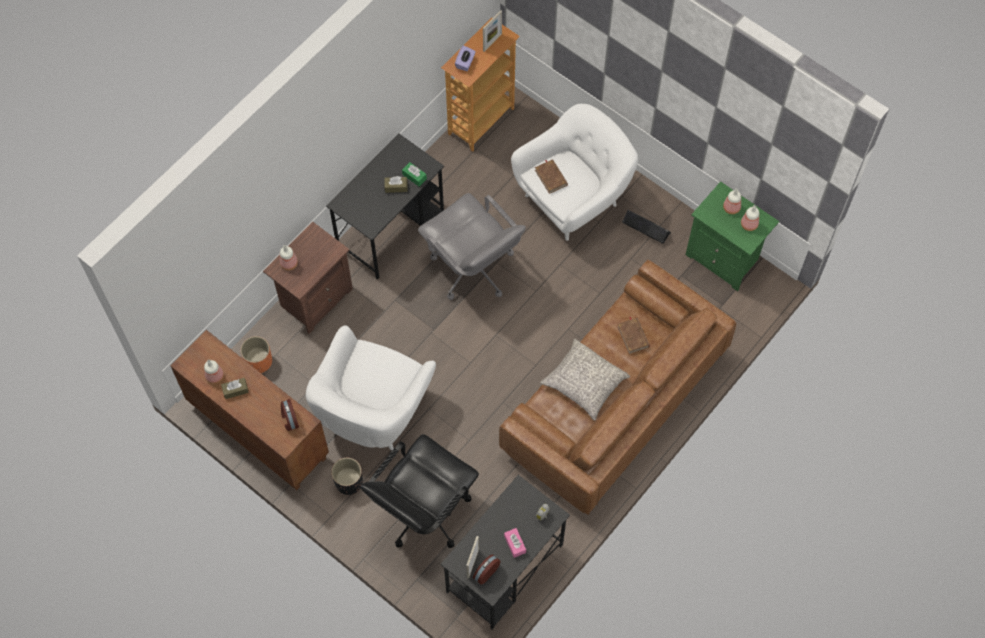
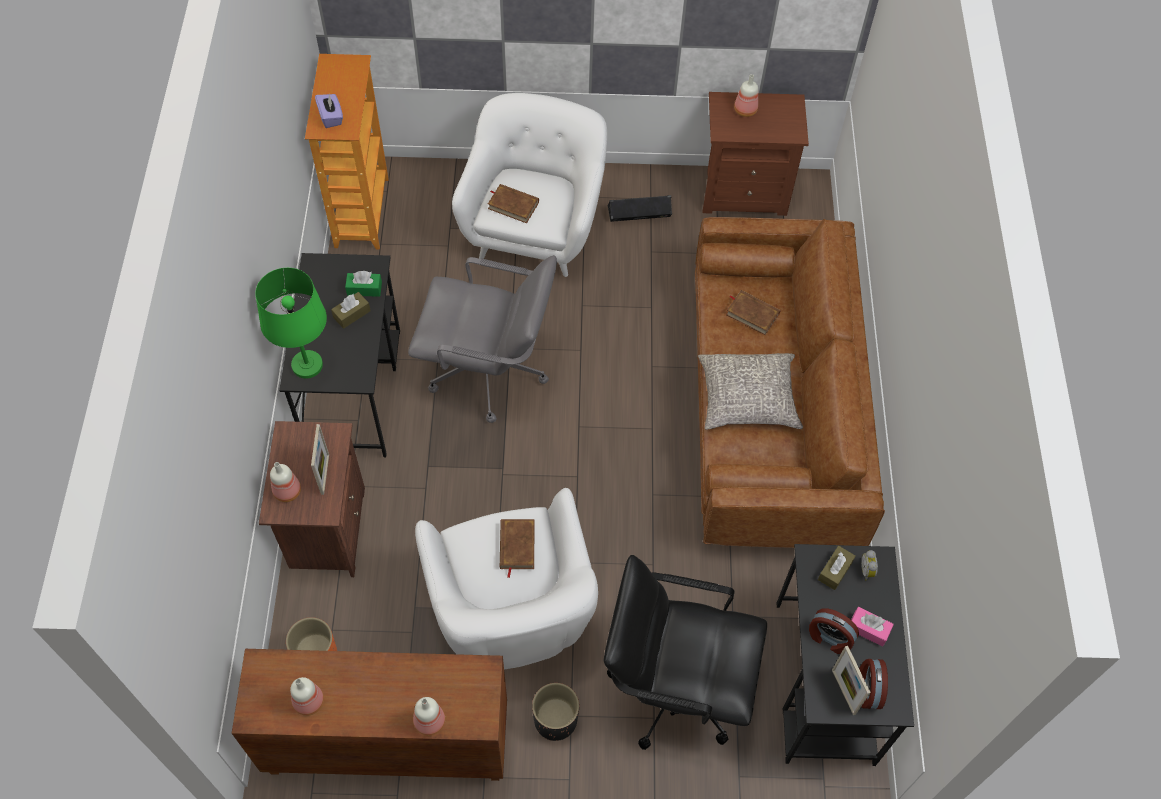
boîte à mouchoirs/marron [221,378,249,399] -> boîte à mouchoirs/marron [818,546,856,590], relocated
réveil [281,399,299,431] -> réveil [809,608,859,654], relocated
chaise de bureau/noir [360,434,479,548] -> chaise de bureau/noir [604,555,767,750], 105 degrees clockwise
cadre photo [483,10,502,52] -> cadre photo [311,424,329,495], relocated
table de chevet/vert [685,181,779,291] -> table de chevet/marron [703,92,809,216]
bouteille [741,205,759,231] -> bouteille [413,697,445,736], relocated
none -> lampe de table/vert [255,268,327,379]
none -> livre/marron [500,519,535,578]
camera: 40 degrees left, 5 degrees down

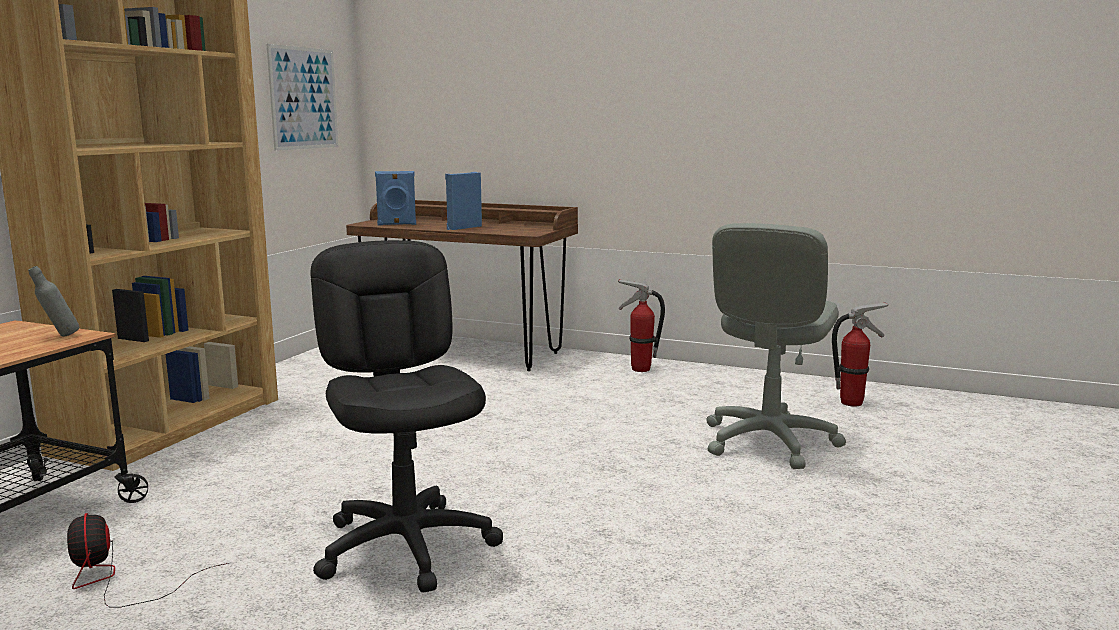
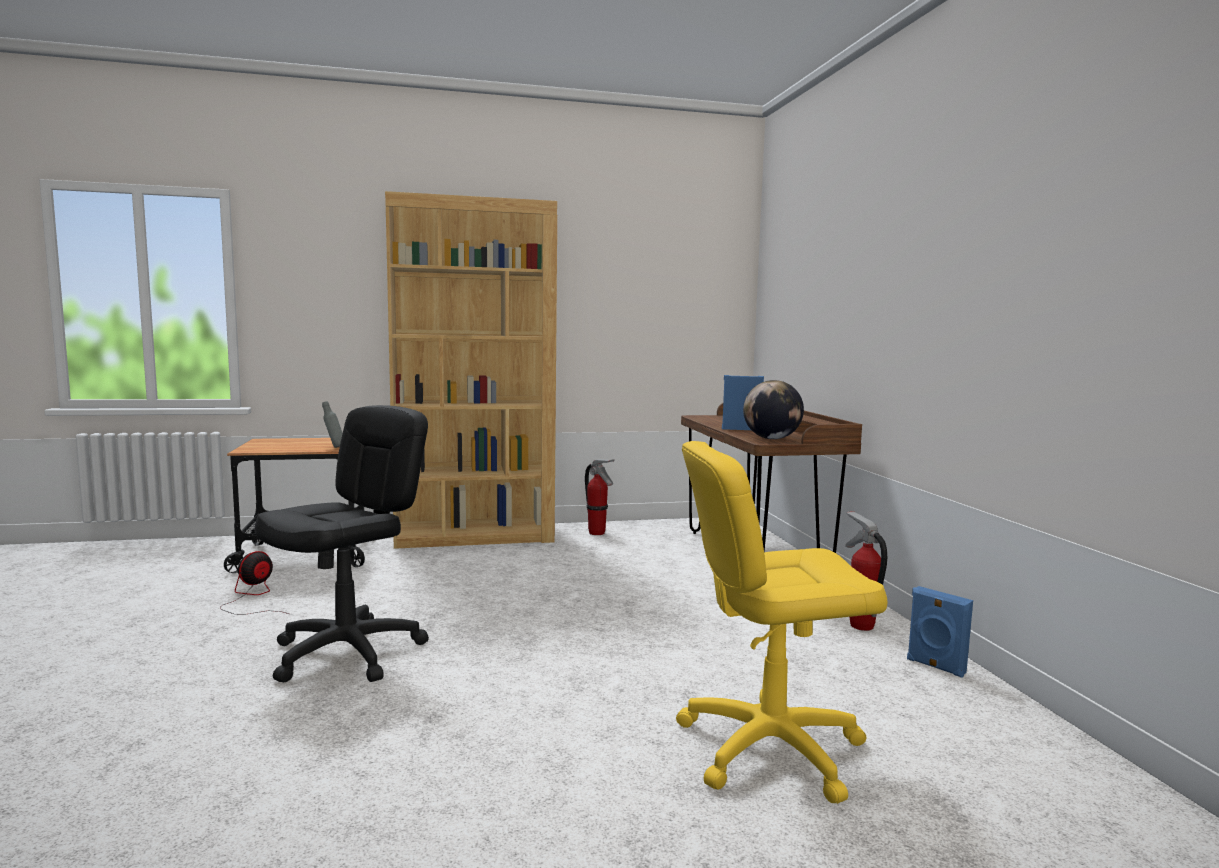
tableau [267,44,338,151] -> none
enceinte/bleu [375,171,416,225] -> enceinte/bleu [907,586,973,678], relocated
chaise de bureau/gris [706,223,846,469] -> chaise de bureau/jaune [676,441,887,804]
extincteur [832,302,889,406] -> extincteur [585,459,615,535], relocated
none -> globe [743,380,804,439]
camera: 55 degrees right, 5 degrees down

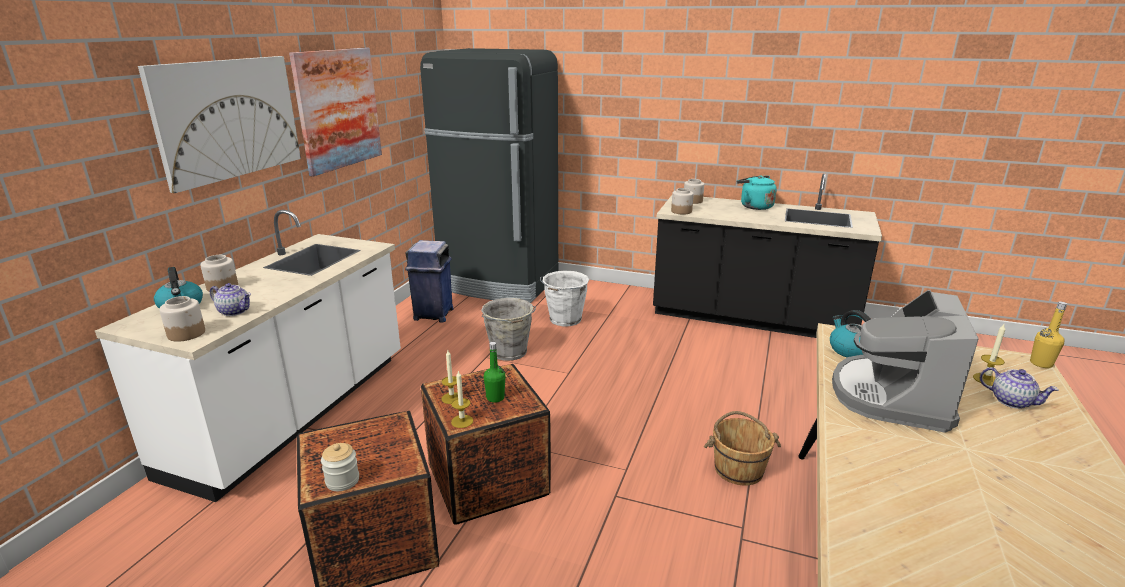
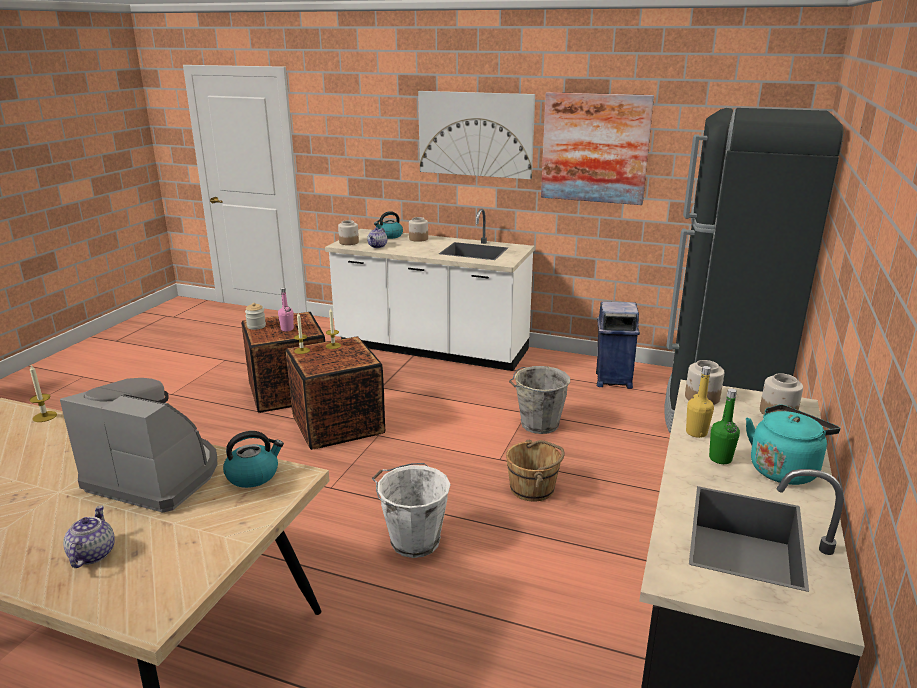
bouteille/vert [483,342,505,403] -> bouteille/vert [709,388,740,464], relocated
seau/blanc [540,271,589,327] -> seau/blanc [372,463,451,558], relocated
seau/marron [704,411,781,485] -> seau/marron [506,440,564,502], relocated
bougie [973,324,1006,386] -> bougie [29,365,57,422], relocated
théière [980,367,1059,409] -> théière [63,505,115,568], 135 degrees clockwise
bouteille/jaune [1030,301,1067,368] -> bouteille/jaune [686,366,714,438], relocated
none -> bouteille/rose [278,288,294,332]
camera: 90 degrees right, 0 degrees up

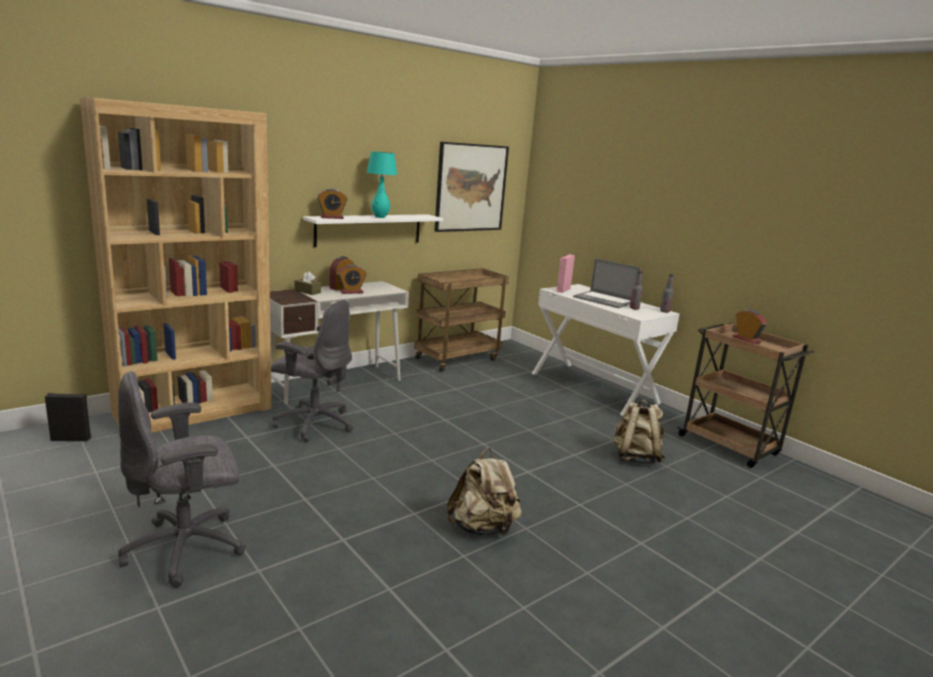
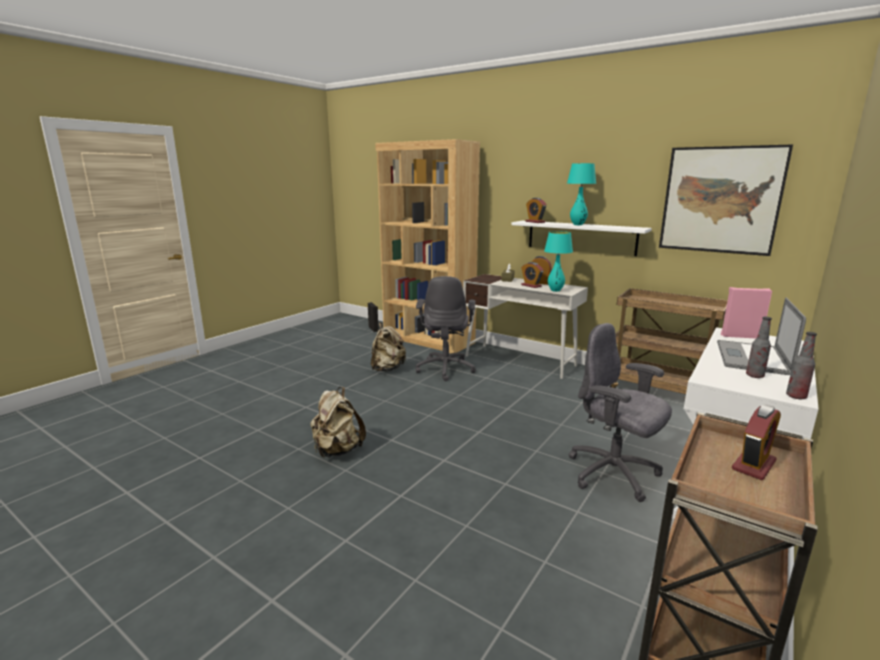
chaise de bureau/gris [118,371,245,588] -> chaise de bureau/gris [569,323,672,502], relocated
sac à dos/beige [614,399,665,464] -> sac à dos/beige [371,322,407,372], relocated
none -> lampe de table/turquoise [544,231,573,292]
camera: 75 degrees right, 0 degrees up

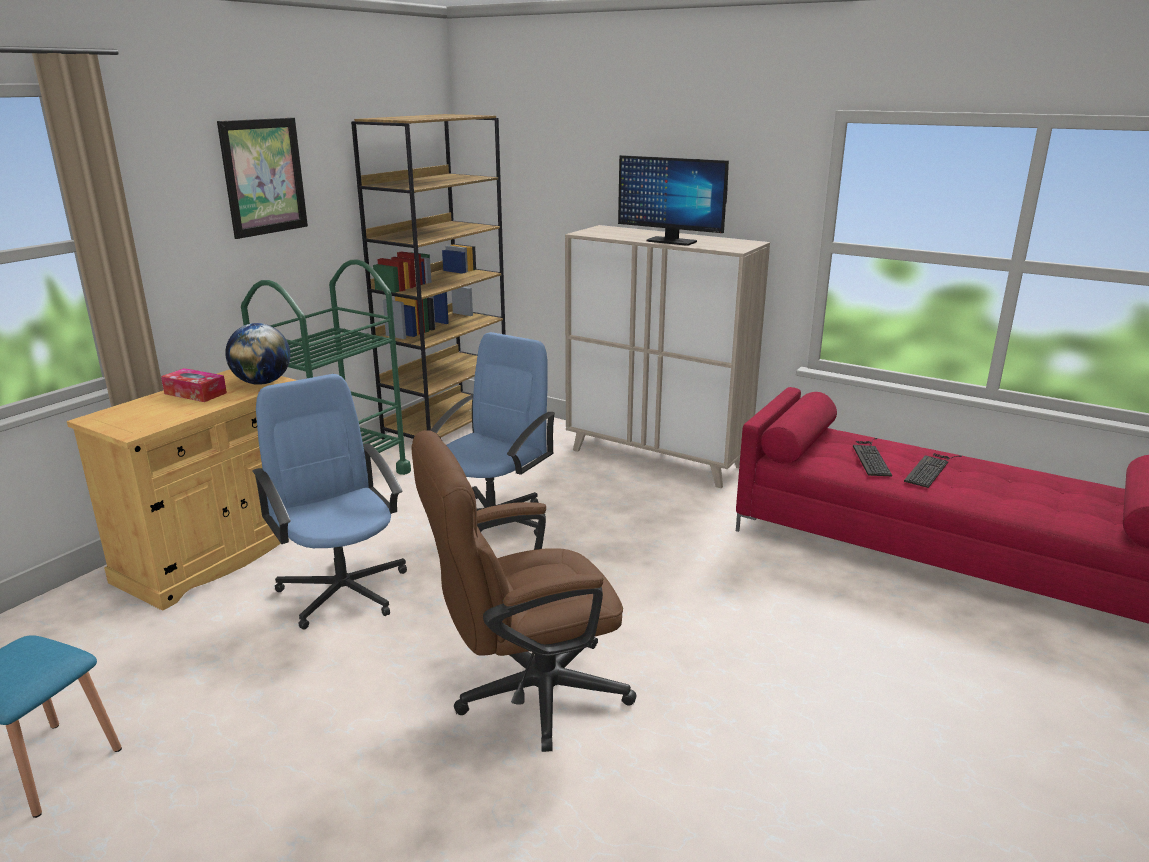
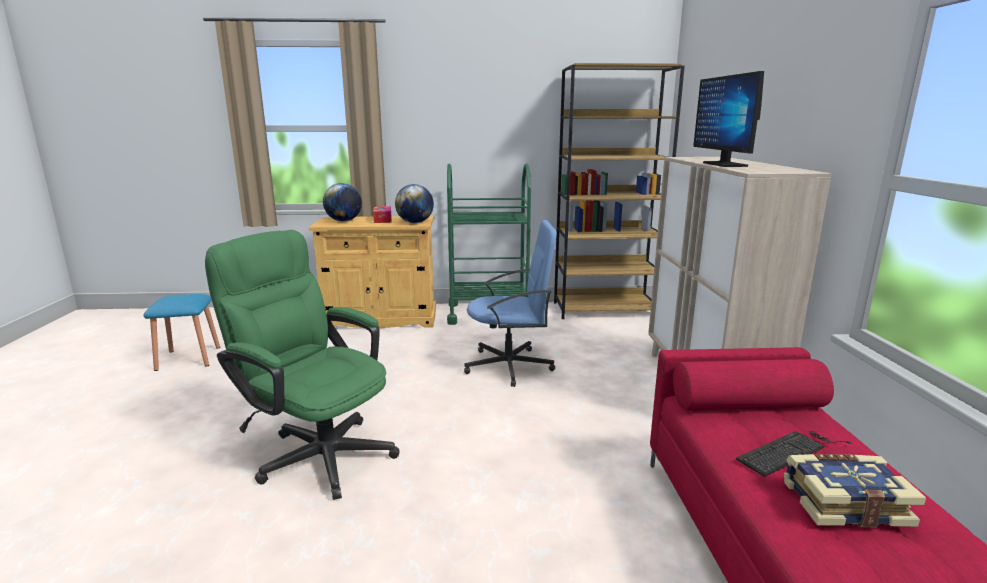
tableau [217,118,308,239] -> none
chaise de bureau/bleu [252,374,407,630] -> none
chaise de bureau/marron [411,430,637,752] -> chaise de bureau/vert [205,230,400,500]
clavier [904,453,962,488] -> livre [784,454,926,527]
none -> globe [323,183,362,221]
camera: 55 degrees right, 5 degrees down

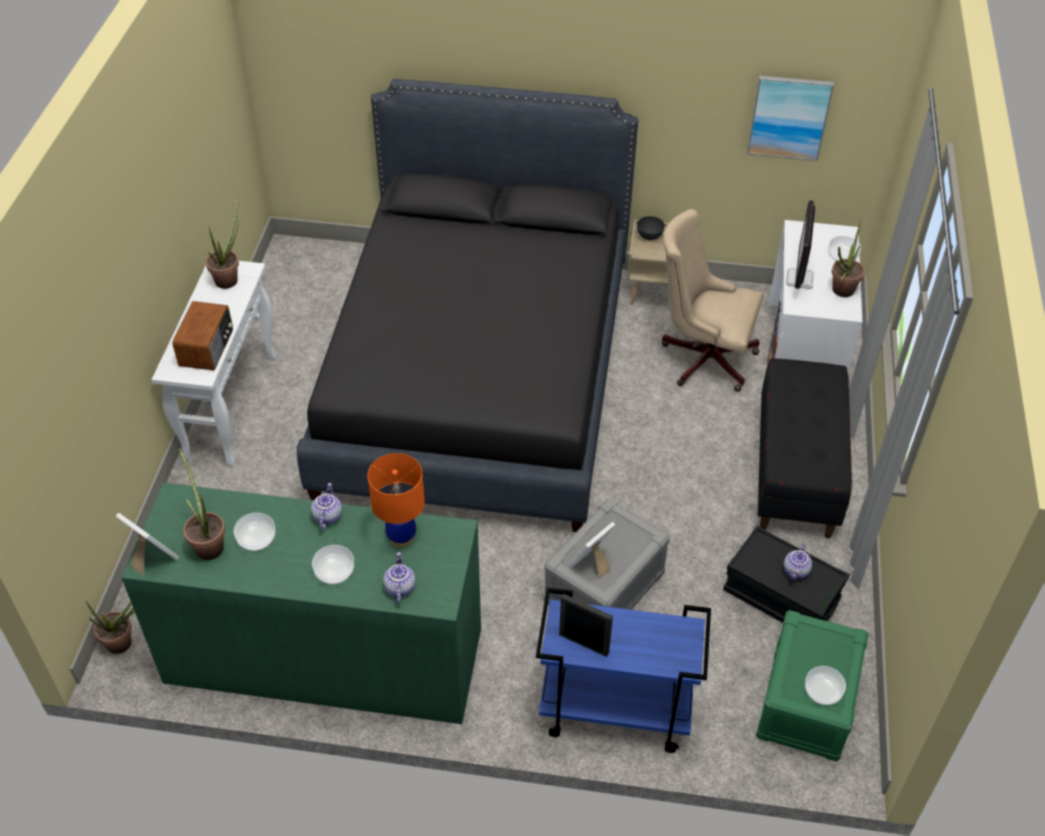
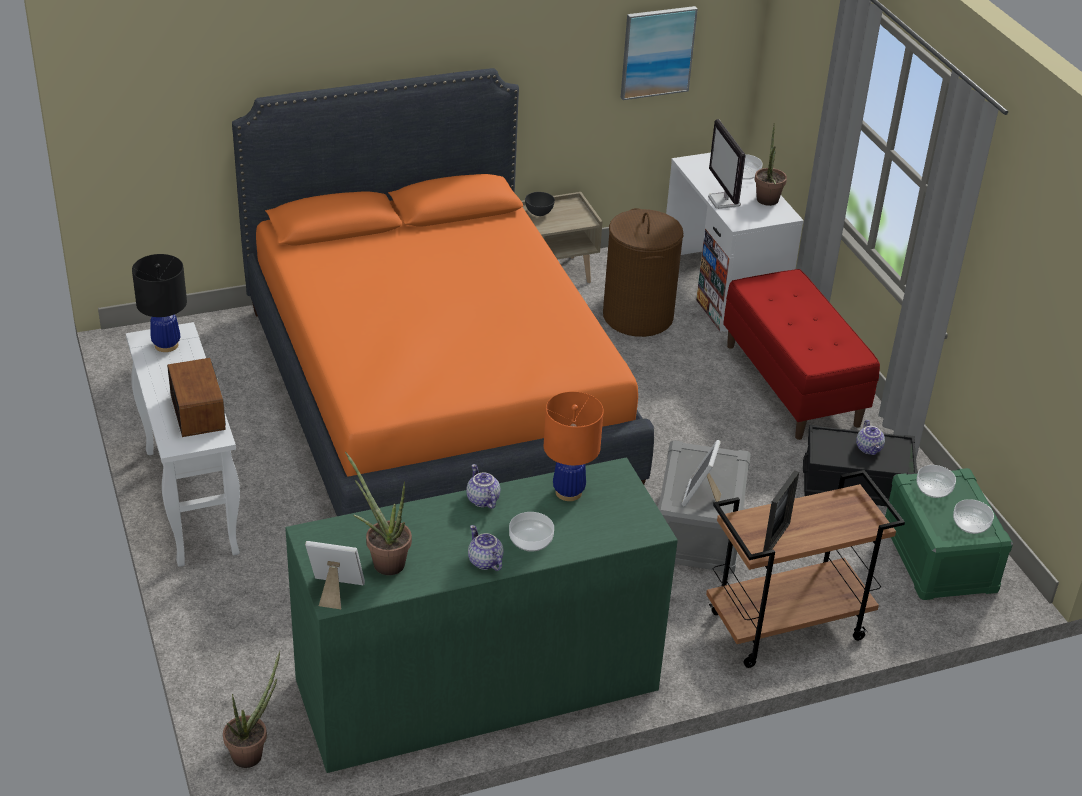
plante en pot [206,196,239,289] -> lampe de table/noir [132,254,187,352]
bol [234,513,276,551] -> bol [917,465,956,498], relocated
lit/noir [297,79,638,532] -> lit/orange [232,68,654,516]
théière [383,552,416,603] -> théière [468,525,503,571], relocated
chariot/bleu [536,588,711,753] -> chariot/marron [706,470,905,668]
cadre photo [559,594,613,657] -> cadre photo [763,470,799,552], 120 degrees clockwise
chaise de bureau/beige [662,209,763,392] -> panier à linge/marron [603,208,684,337]
banc/noir [758,358,852,538] -> banc/rouge [723,269,880,440]
camera: 30 degrees left, 10 degrees down

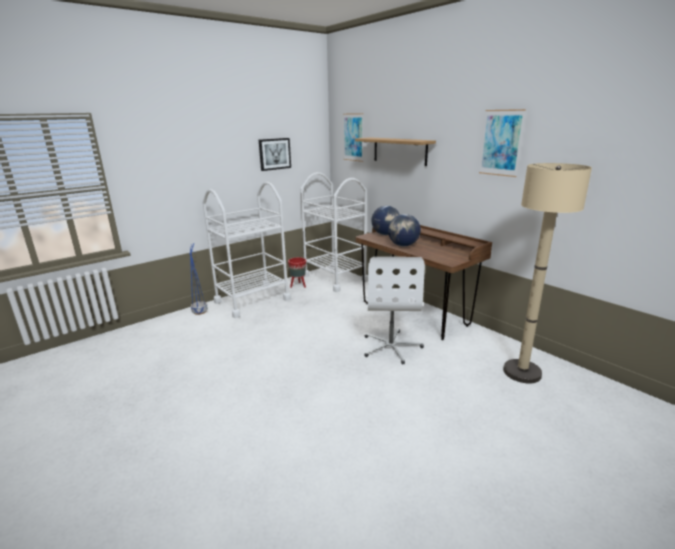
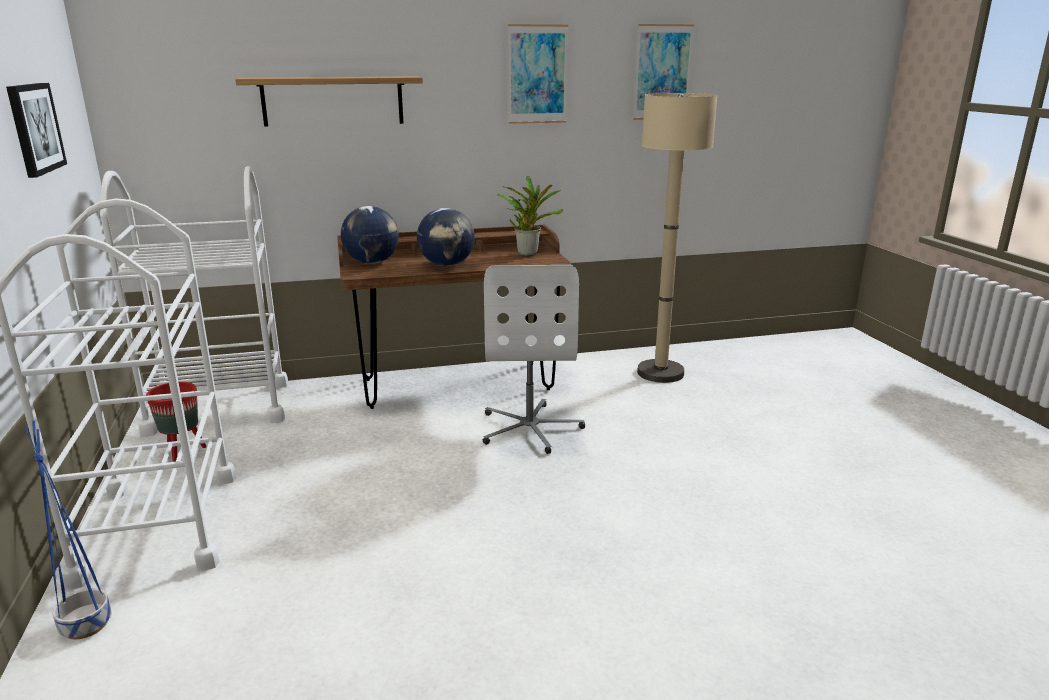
tableau [343,113,364,162] -> tableau [633,24,694,120], relocated
chaise de bureau/blanc [364,257,425,365] -> chaise de bureau/blanc [483,265,585,454], 60 degrees clockwise
none -> plante en pot [497,176,563,256]
camera: 65 degrees left, 0 degrees up

